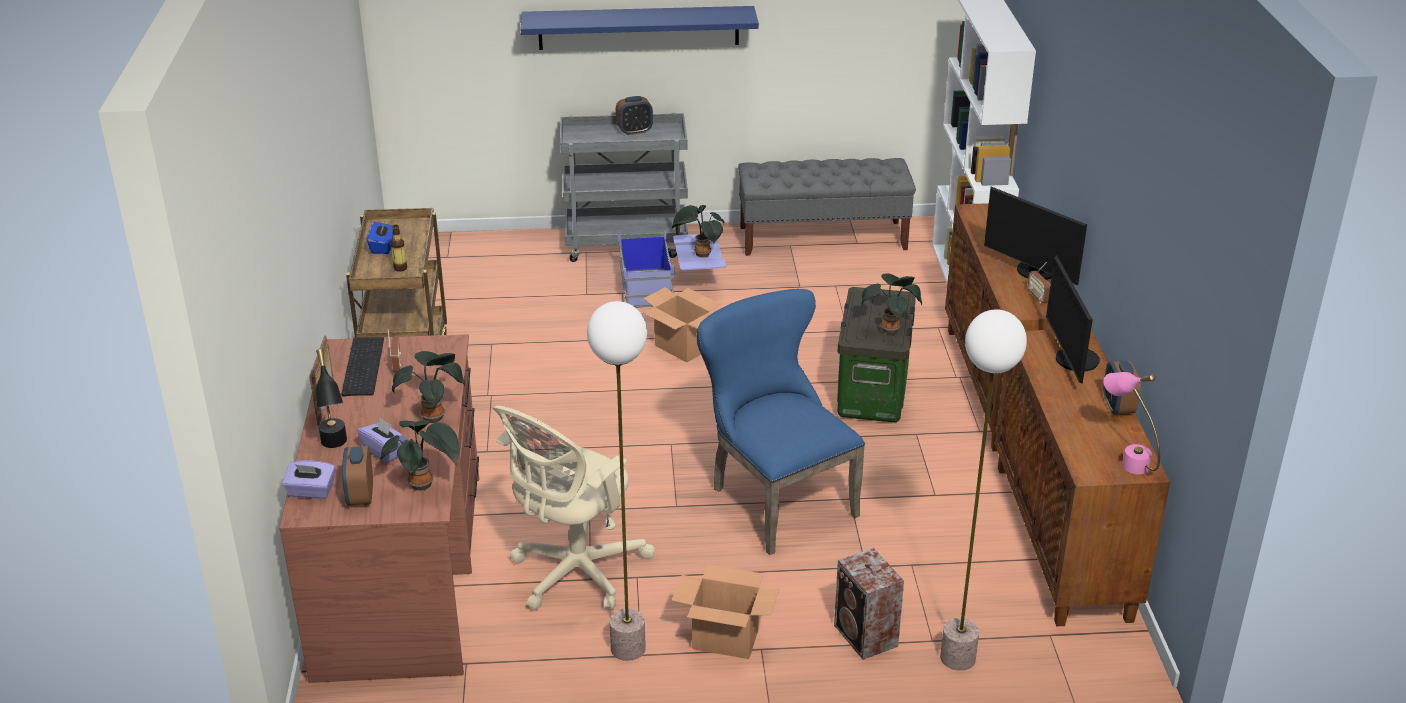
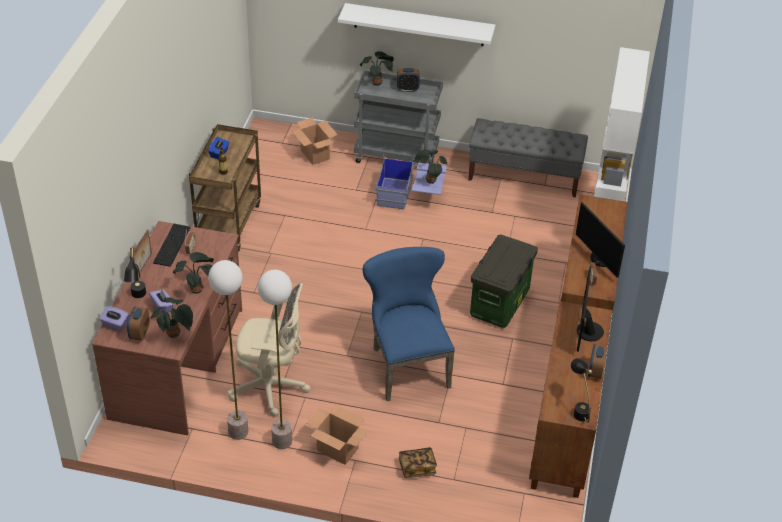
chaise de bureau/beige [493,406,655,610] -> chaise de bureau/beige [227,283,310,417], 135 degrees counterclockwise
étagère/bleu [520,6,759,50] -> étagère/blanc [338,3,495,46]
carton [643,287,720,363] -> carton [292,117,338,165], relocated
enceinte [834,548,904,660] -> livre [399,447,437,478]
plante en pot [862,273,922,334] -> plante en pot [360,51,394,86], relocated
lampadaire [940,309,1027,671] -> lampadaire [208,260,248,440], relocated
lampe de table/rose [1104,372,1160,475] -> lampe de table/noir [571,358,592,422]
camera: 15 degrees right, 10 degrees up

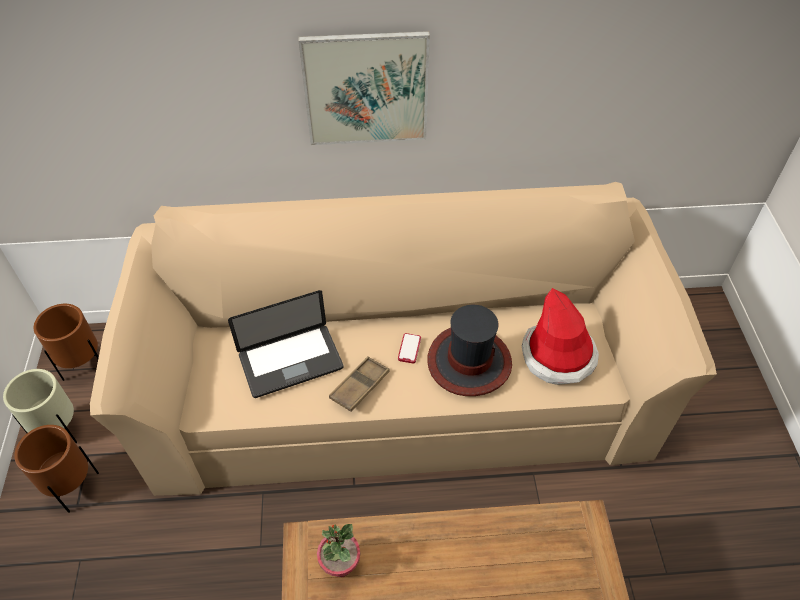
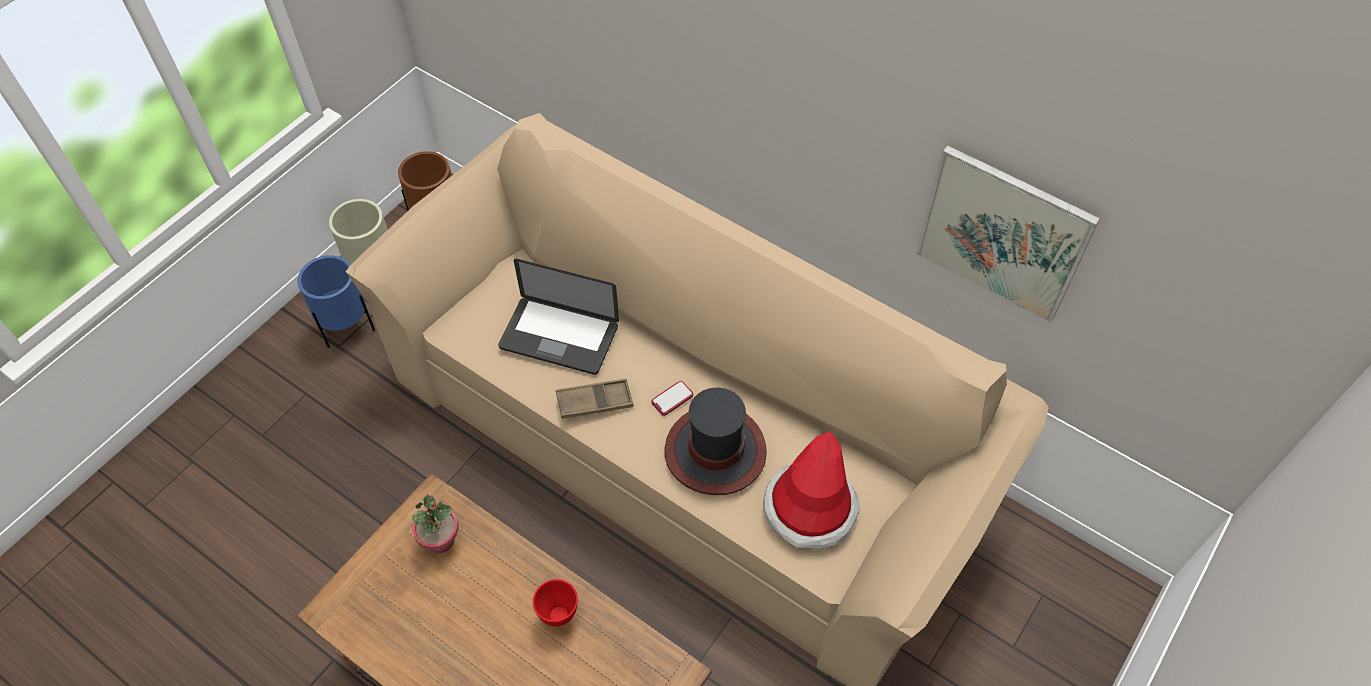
cache-pot/marron [14,425,99,513] -> cache-pot/bleu [298,255,375,348]
tableau [299,31,430,145] -> tableau [915,145,1100,324], relocated
none -> bol/rouge [533,579,578,626]
camera: 40 degrees right, 5 degrees up

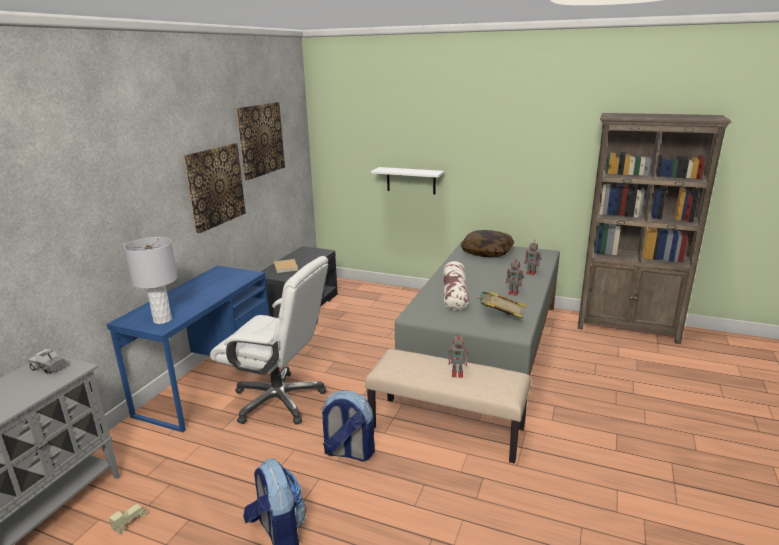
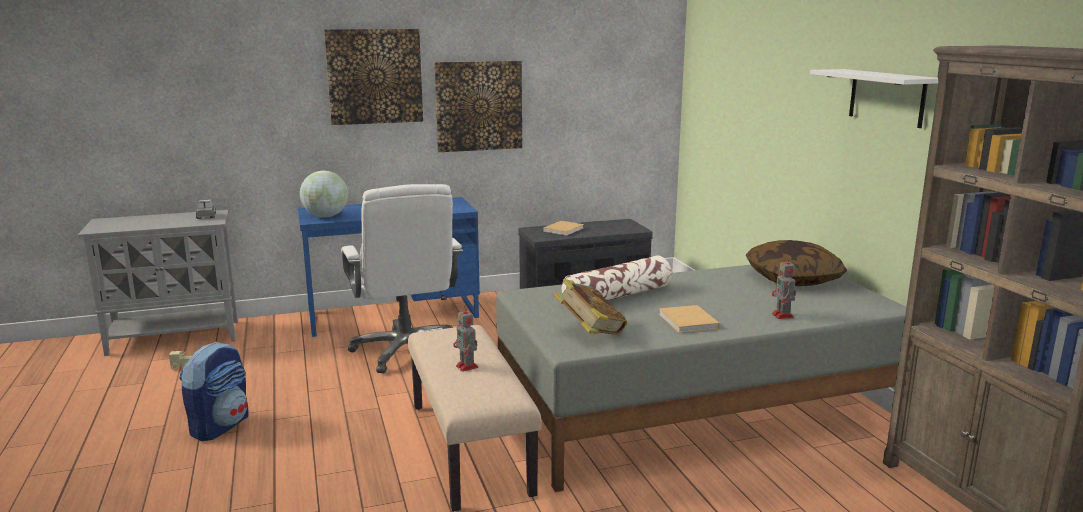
lampe de table/gris [124,237,178,324] -> globe [300,171,348,218]
tableau [236,102,285,180] -> tableau [324,29,423,125], relocated
sac à dos [321,391,375,462] -> none
étagère/blanc [371,167,444,194] -> étagère/blanc [810,69,938,128], relocated
robot jouet [506,257,524,296] -> livre/beige [659,305,720,333]
camera: 50 degrees right, 5 degrees down

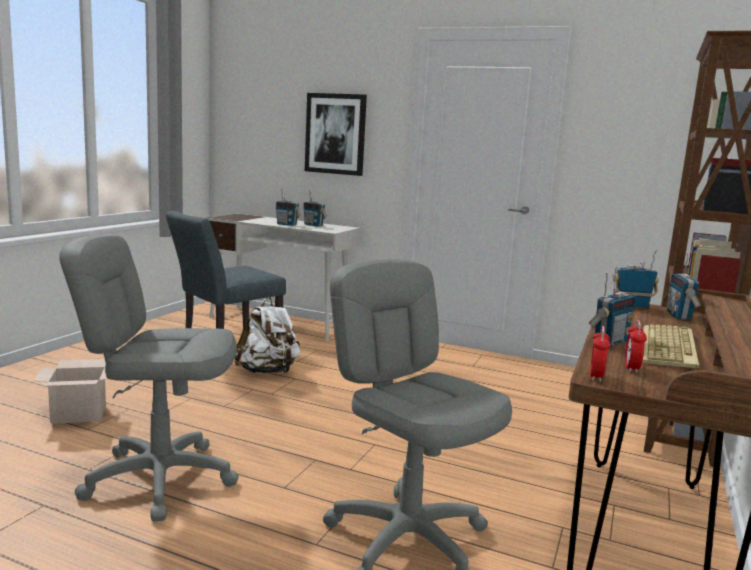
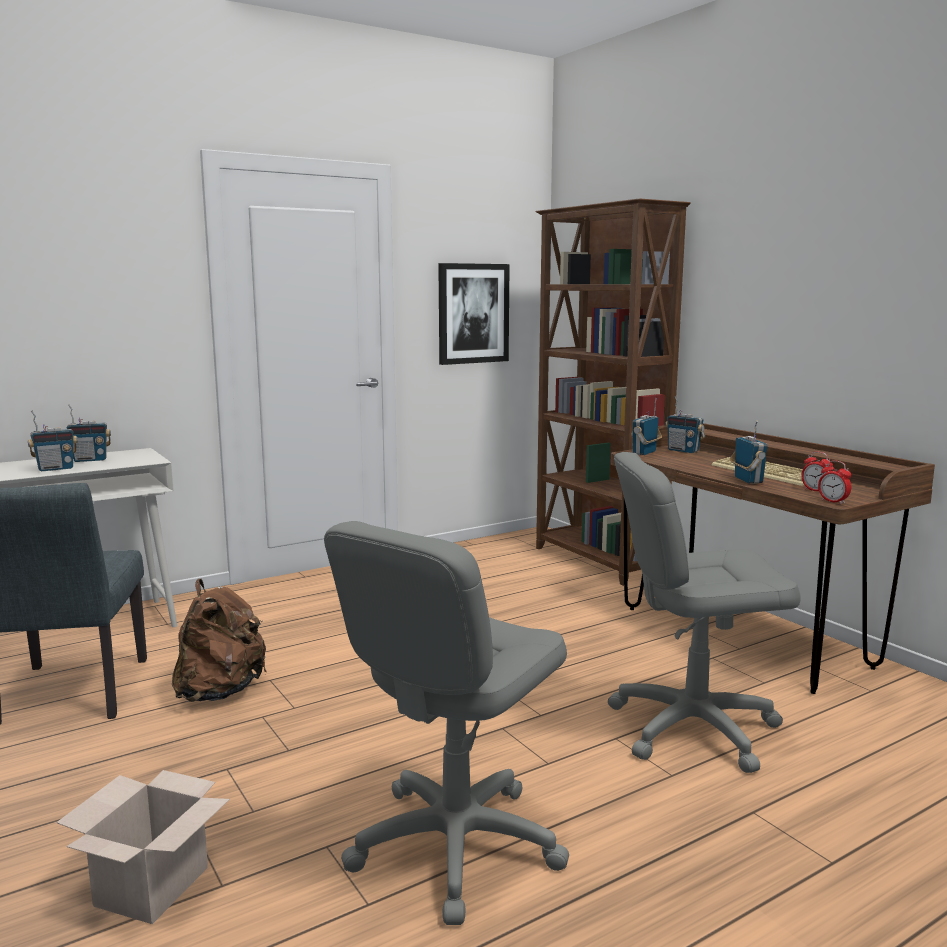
sac à dos/blanc [235,297,301,373] -> sac à dos/marron [172,579,267,702]
tableau [305,93,367,176] -> tableau [438,263,510,365], relocated
camera: 55 degrees left, 0 degrees up

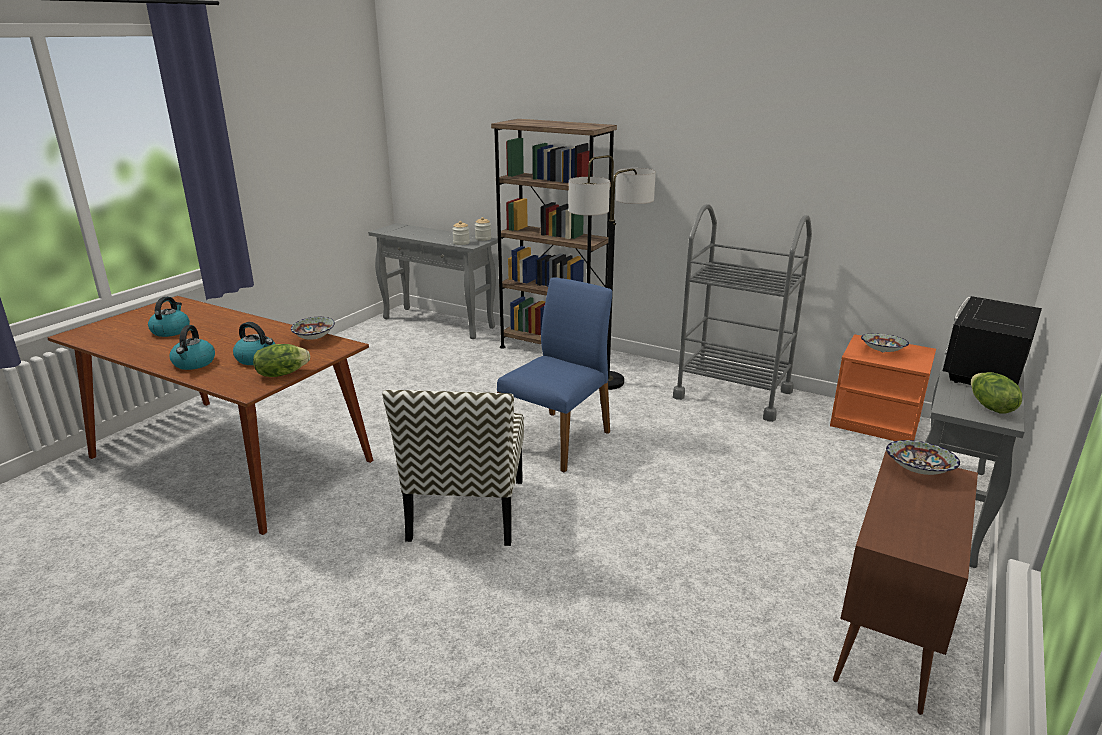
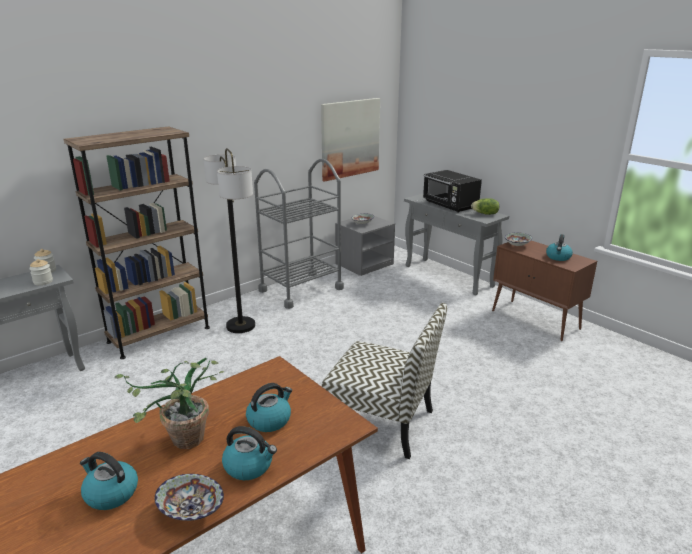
laitue [253,344,310,377] -> none
bol [291,317,335,340] -> bol [155,474,224,521], relocated
chaise/bleu [497,277,612,473] -> none
table de chevet/orange [830,334,936,441] -> table de chevet/gris [335,216,395,276]
none -> plante en pot [114,357,224,449]
none -> tableau [321,98,380,182]
none -> bouilloire [546,234,573,261]
camera: 70 degrees left, 0 degrees up

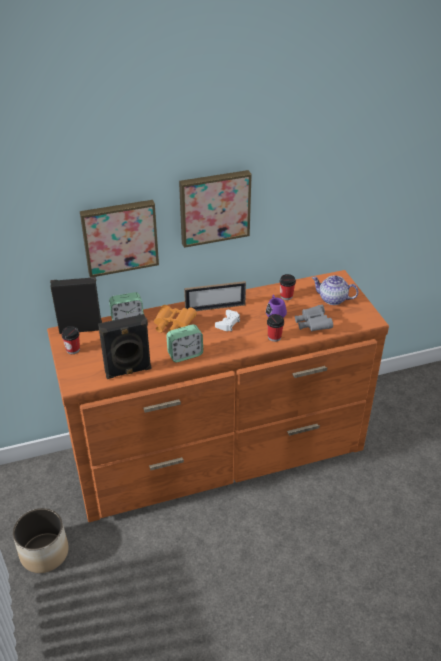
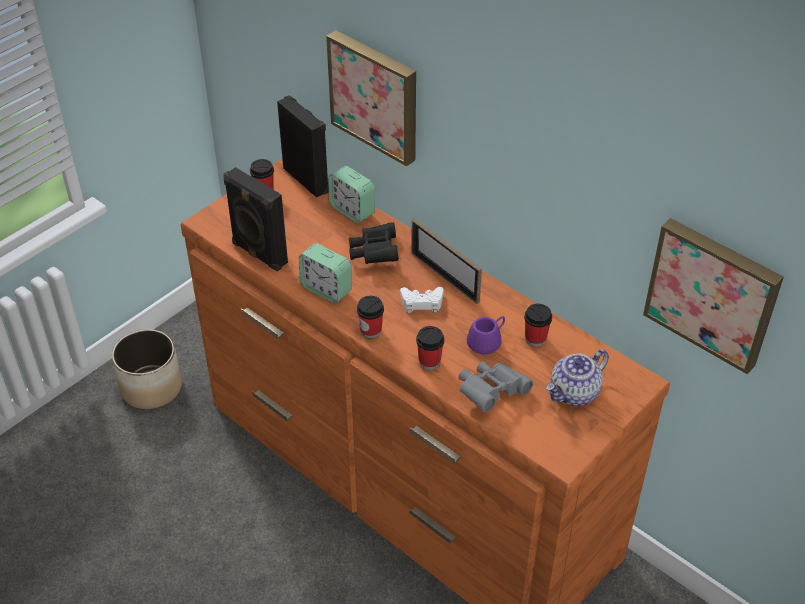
jumelles/orange [154,305,197,333] -> jumelles/noir [349,222,399,264]
tableau [179,170,252,248] -> tableau [643,218,784,374], relocated
théière [312,275,358,305] -> théière [546,349,609,406], 120 degrees counterclockwise
none -> tasse [357,296,384,338]
camera: 60 degrees right, 5 degrees up

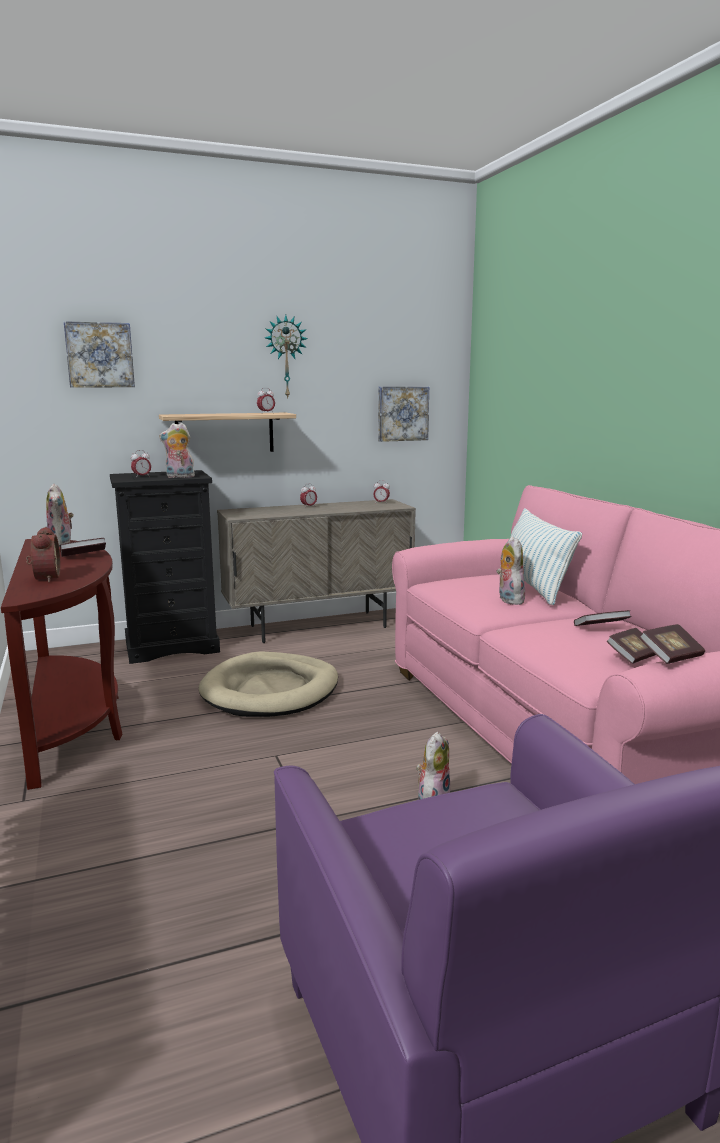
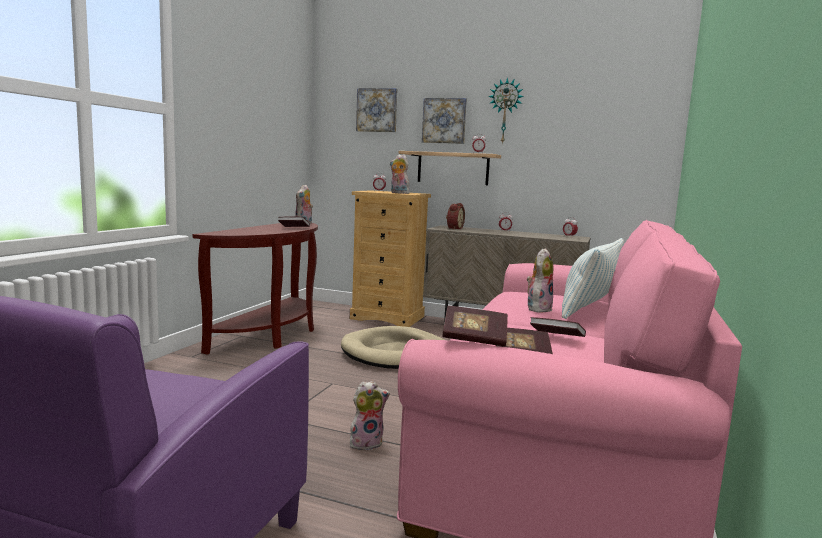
réveil [26,527,61,583] -> réveil [446,203,465,230], relocated
commode/noir [110,470,220,664] -> commode/beige [350,190,431,327]
tableau [378,387,429,442] -> tableau [422,98,467,144], relocated
camera: 40 degrees right, 5 degrees down

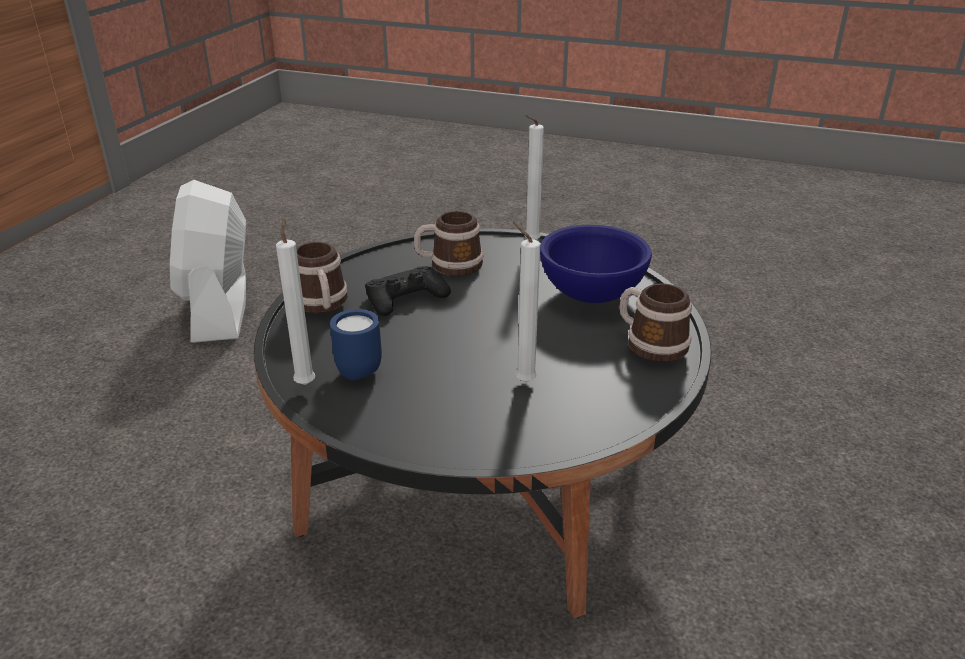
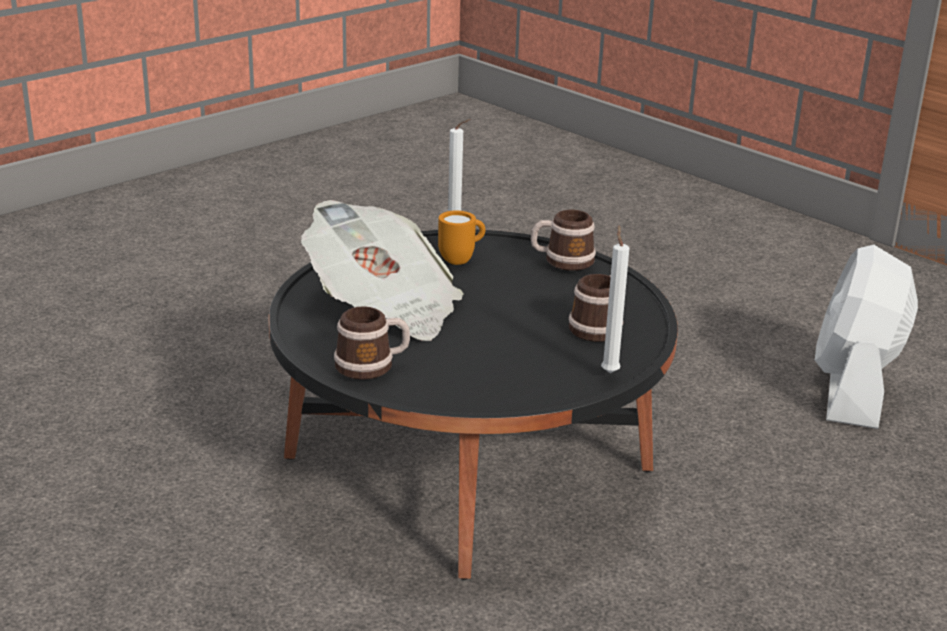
ventilateur/blanc [170,180,246,343] -> ventilateur/blanc [815,245,918,429], 90 degrees counterclockwise
mug/bleu [330,309,382,380] -> mug/orange [438,210,485,265]
manette/noir [365,266,451,316] -> none
bougie/blanc [513,222,540,382] -> journal [301,200,463,341]
bol/bleu [540,225,652,303] -> none
camera: 115 degrees right, 5 degrees down

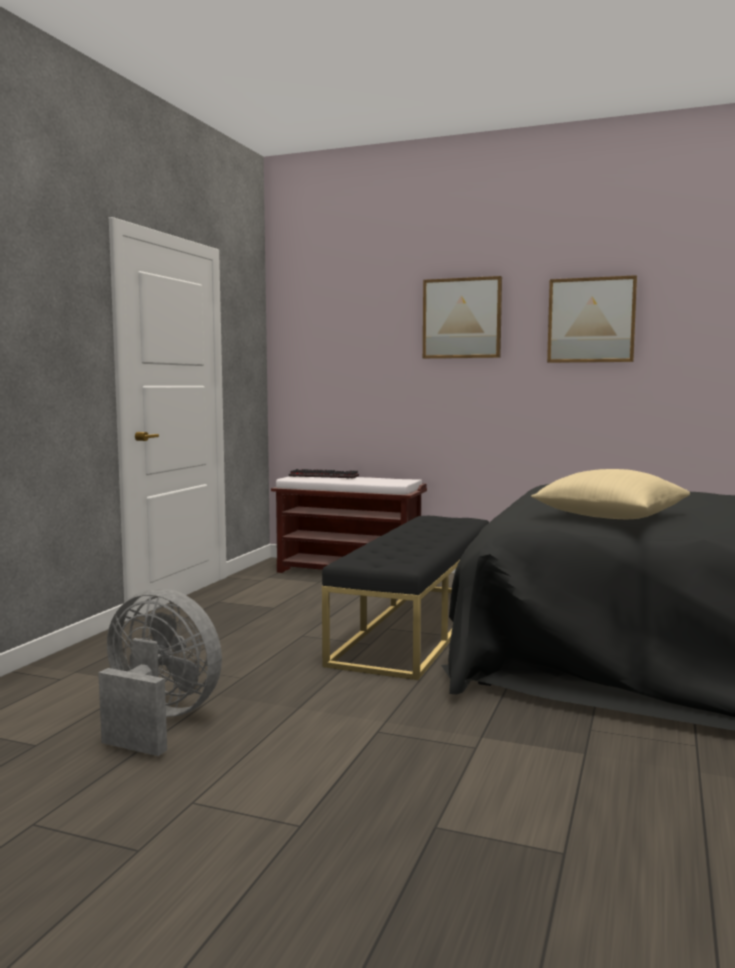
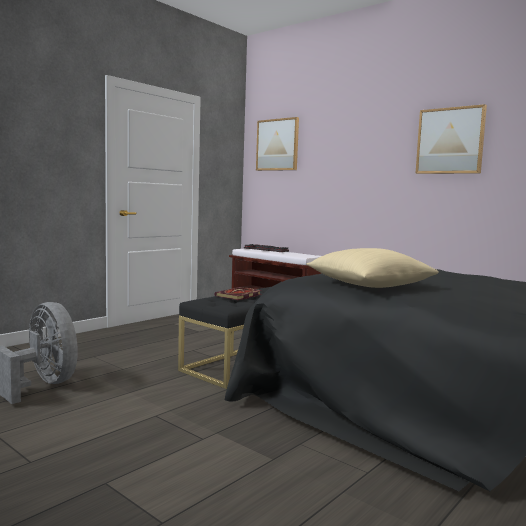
tableau [423,276,502,359] -> tableau [256,117,299,171], relocated
none -> livre [214,287,262,300]
camera: 20 degrees right, 0 degrees up

